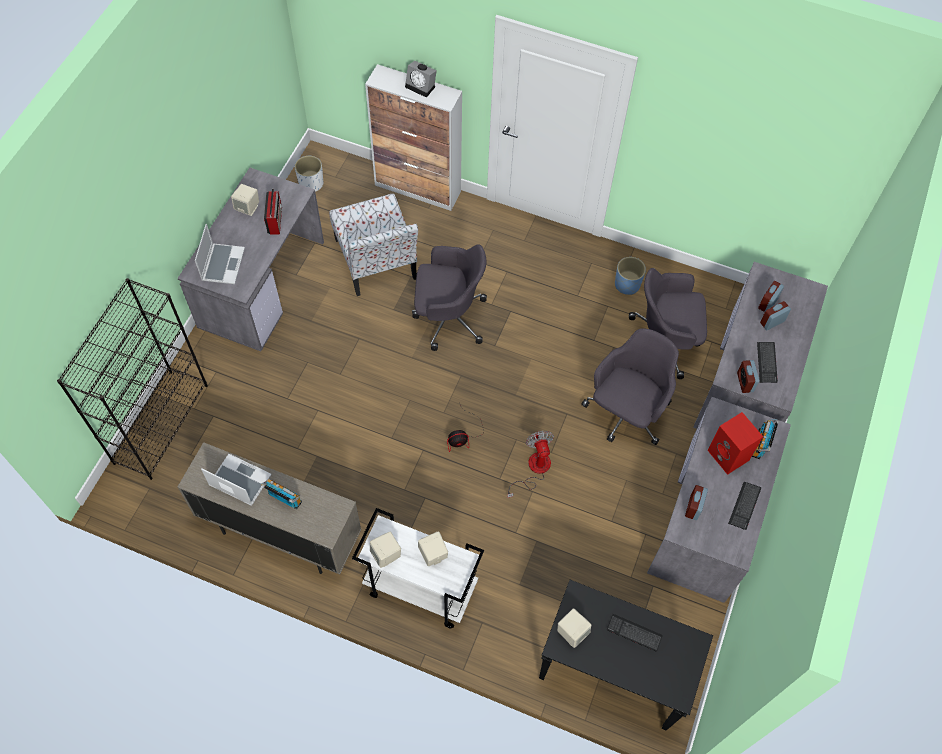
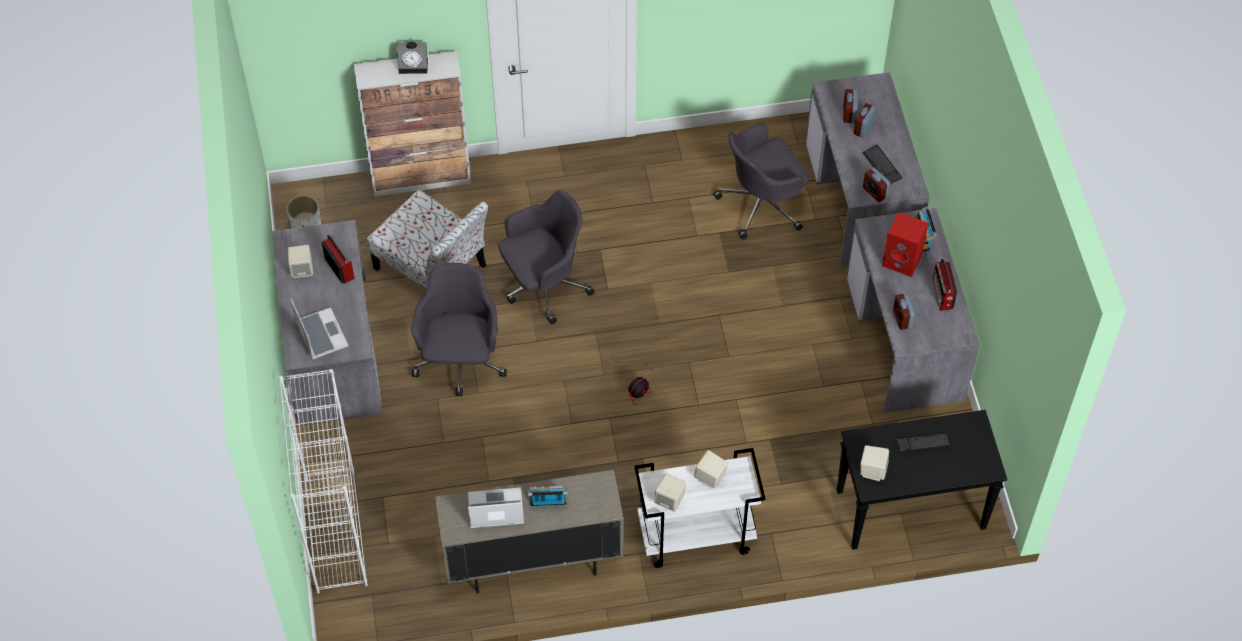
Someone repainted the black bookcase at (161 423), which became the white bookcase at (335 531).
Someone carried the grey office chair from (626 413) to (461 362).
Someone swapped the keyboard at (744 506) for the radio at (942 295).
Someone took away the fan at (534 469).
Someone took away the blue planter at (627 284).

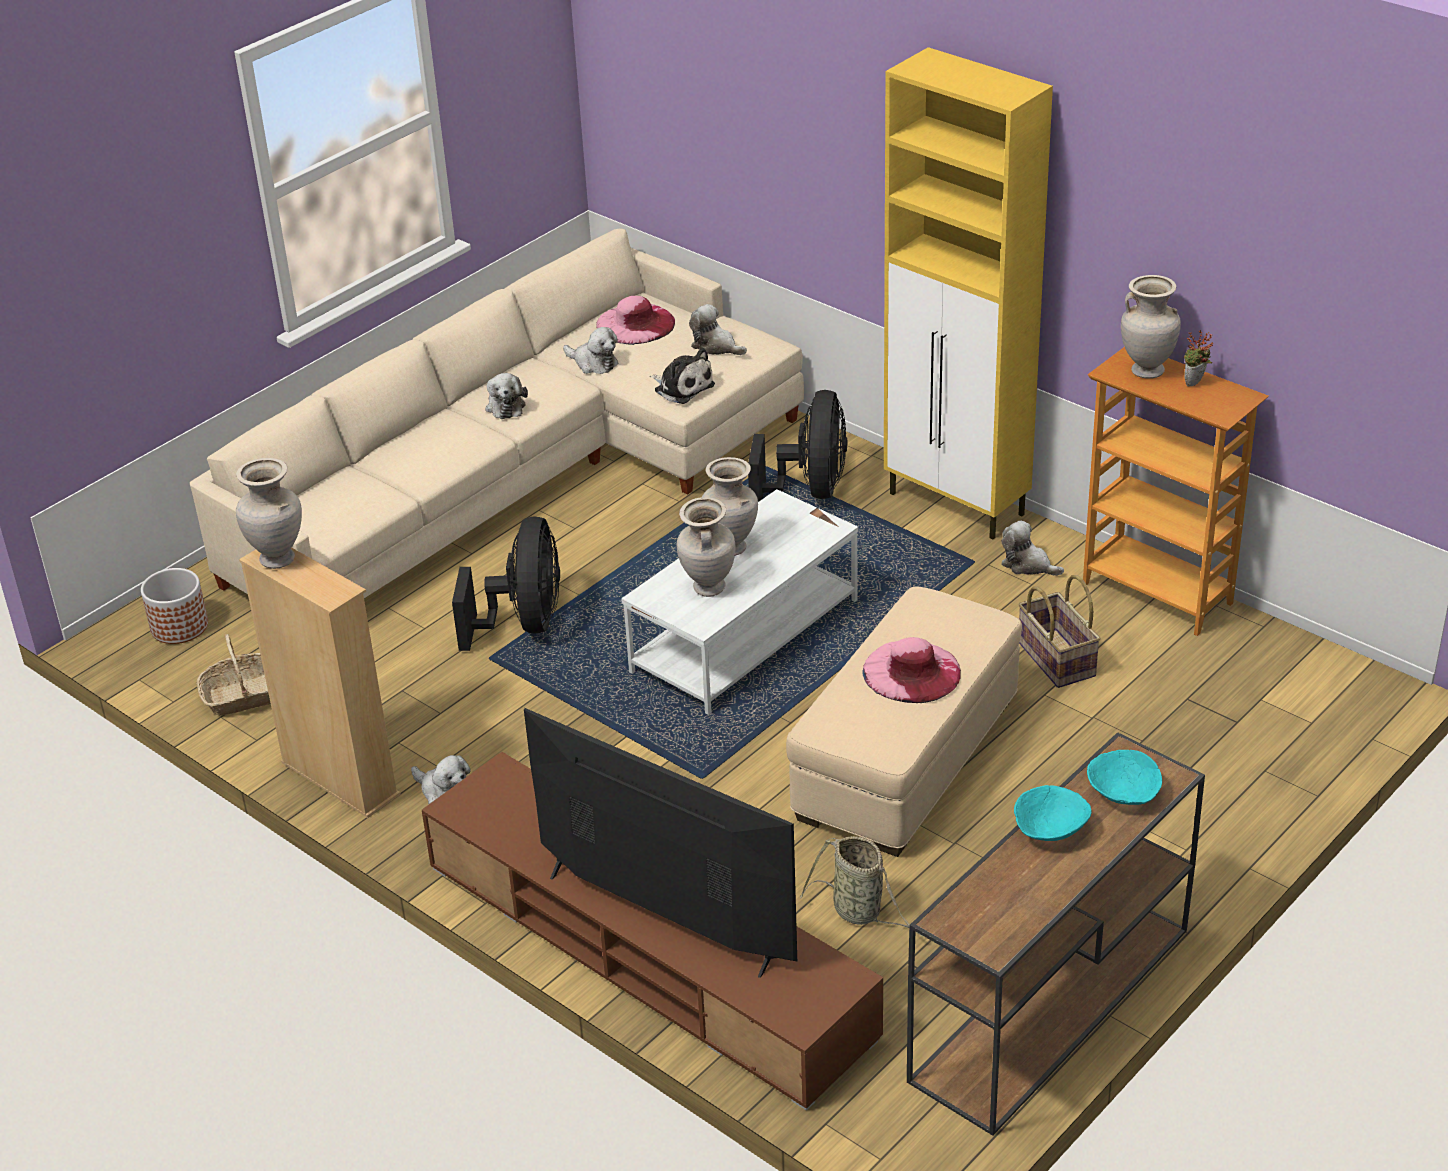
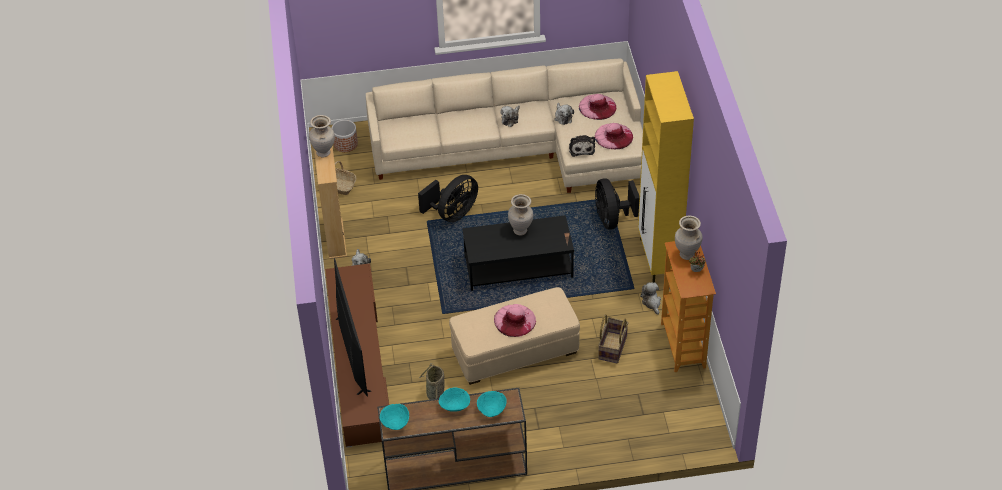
Someone put down the turquoise bowl at (395 422).
Someone repainted the white coffee table at (745 635), which became the black coffee table at (519 267).
Someone swapped the plush toy at (716 346) for the pink hat at (613 136).
Someone rotated the black fan at (810 491) by 120 degrees clockwise.
Someone took away the beige vase at (708 588).

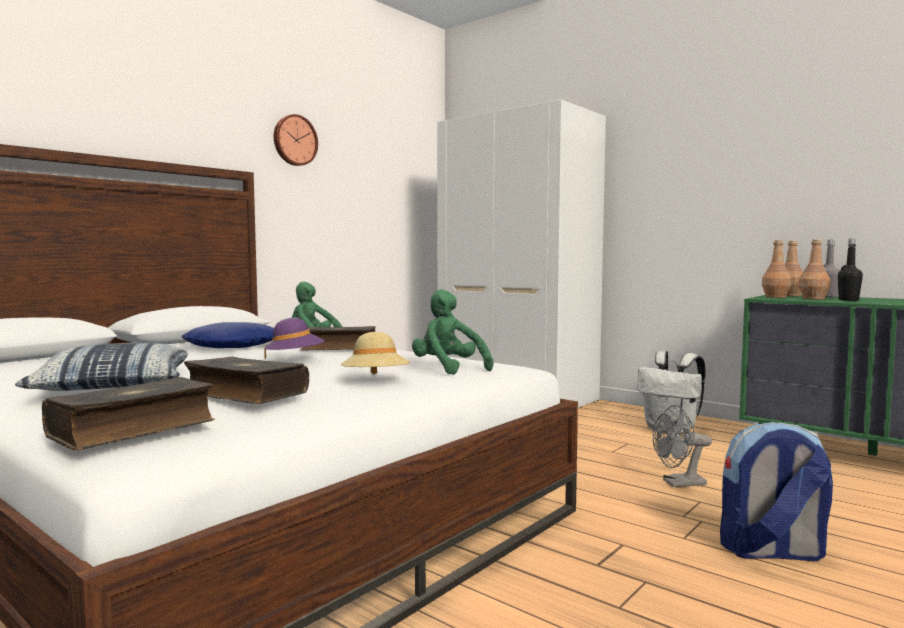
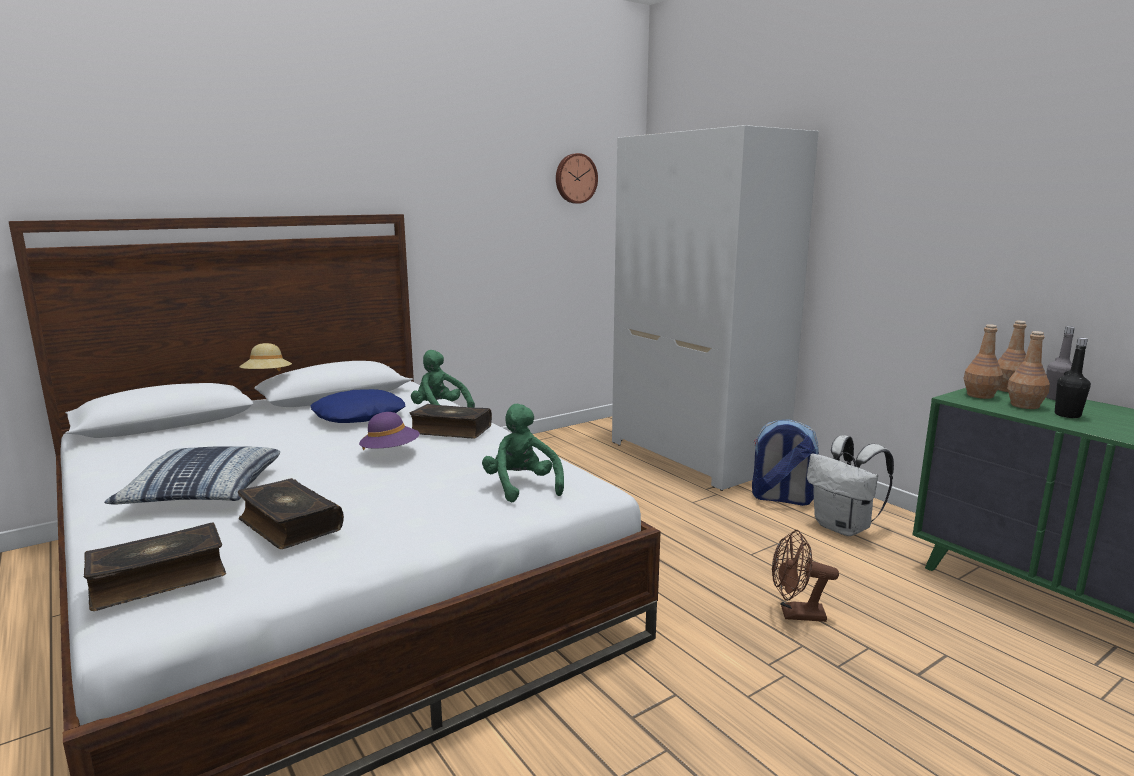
Someone carried the beige hat from (376 381) to (267 377).
Someone carried the wall clock from (294 140) to (575 178).
Someone carried the backpack from (771 552) to (781 498).
Someone repainted the grey fan at (678 483), which became the brown fan at (795 614).

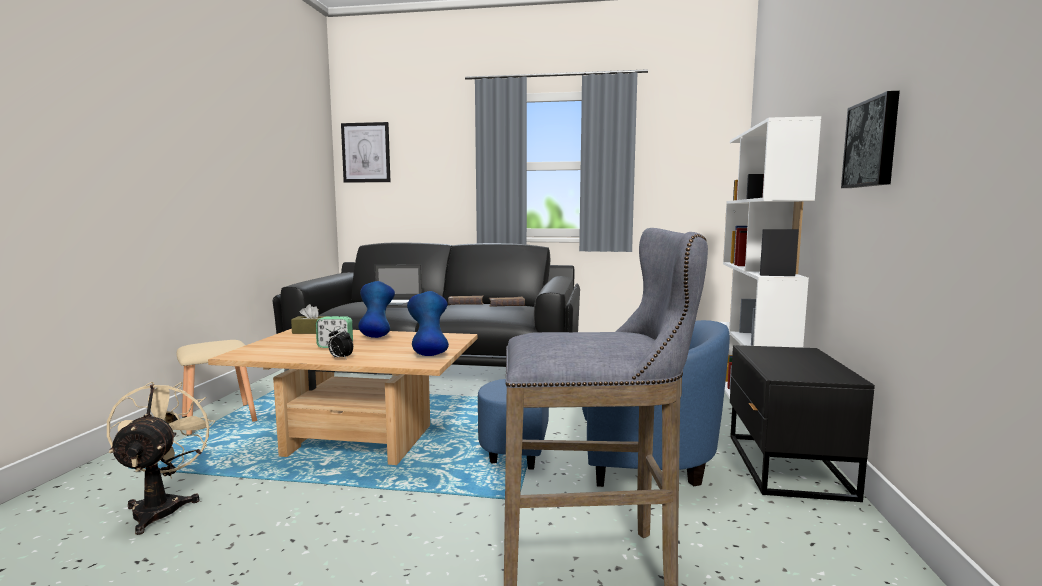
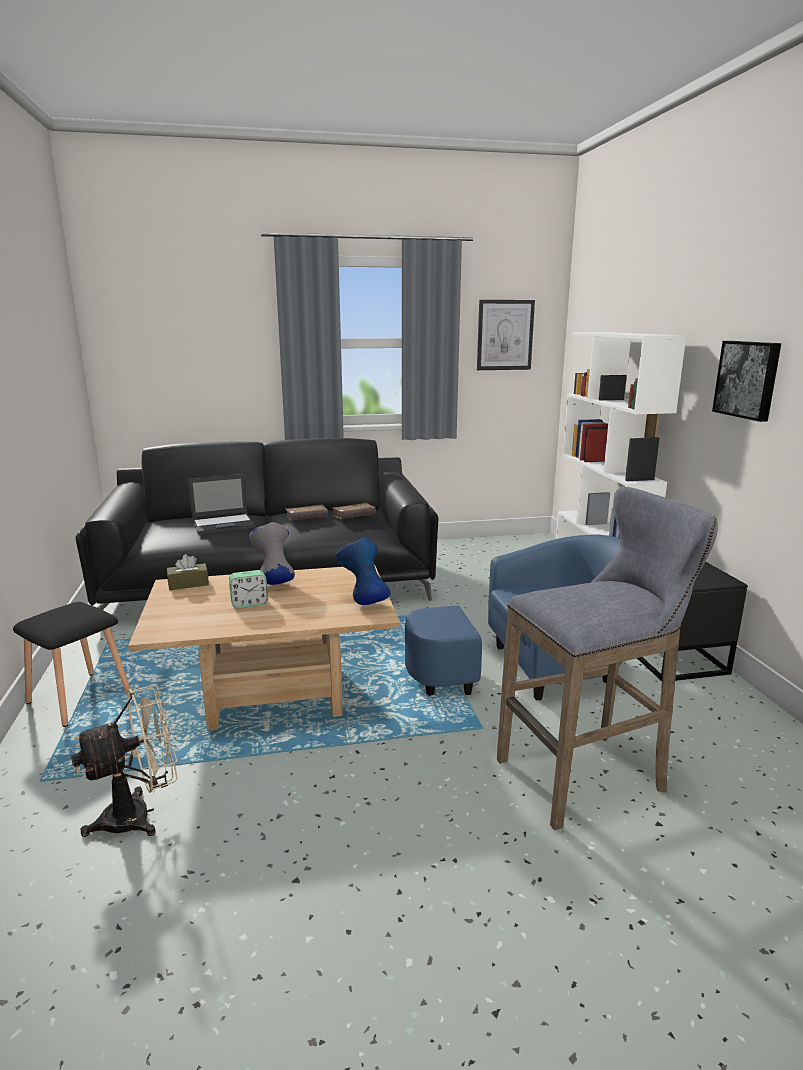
Someone repainted the beige stool at (220 419), which became the black stool at (81 698).
Someone rotated the beige fan at (162 506) by 90 degrees clockwise.
Someone repainted the blue vase at (376 336), which became the grey vase at (274 581).
Someone carried the picture from (366 152) to (505 335).
Someone took away the alarm clock at (340 358).

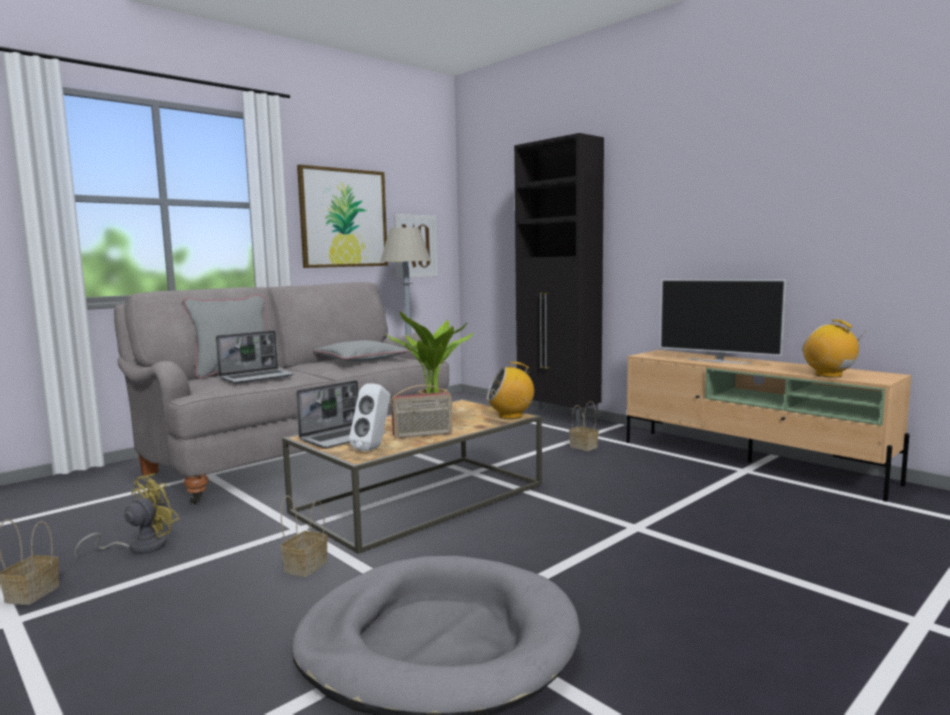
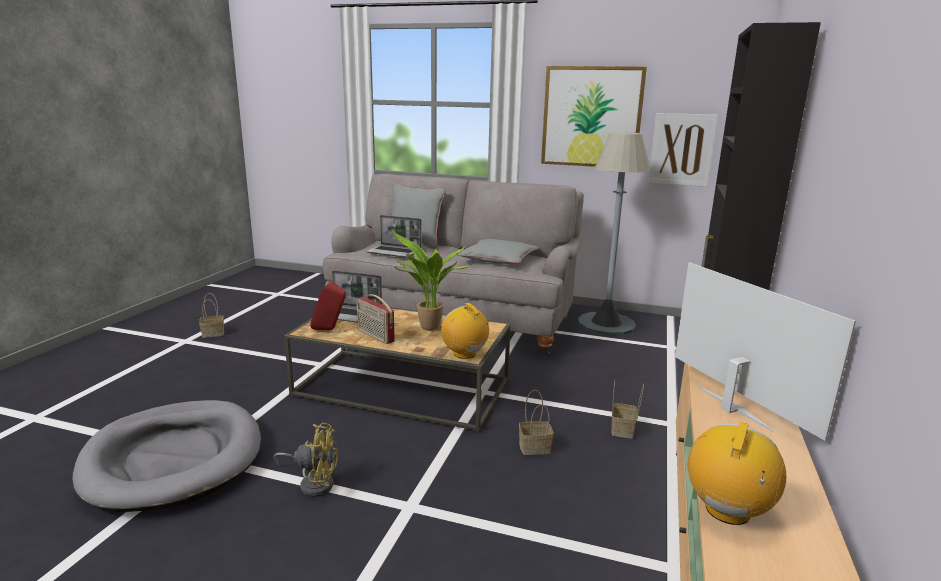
Someone carried the yellow fan from (139 547) to (313 483).
Someone repainted the white speaker at (374 448), which became the red speaker at (329 330).
Someone carried the basket from (306 566) to (535 447).
Someone rotated the television at (718 361) by 150 degrees clockwise.

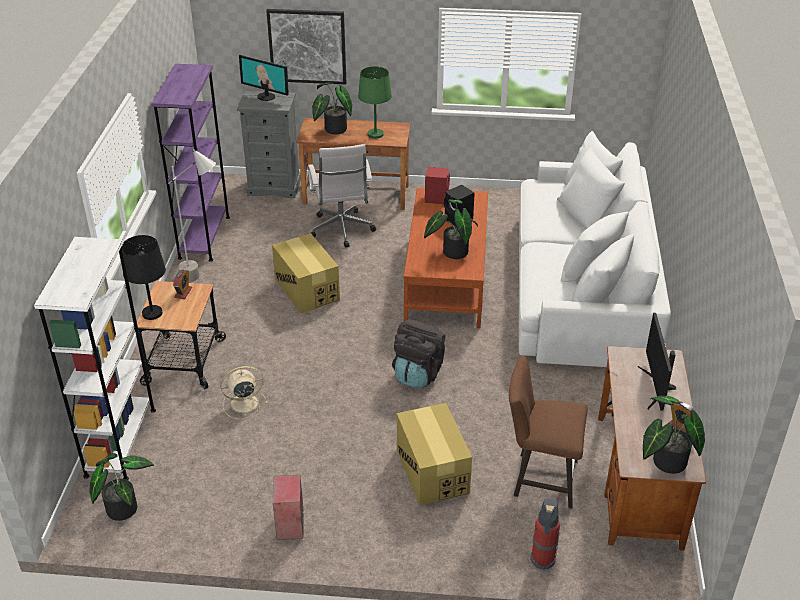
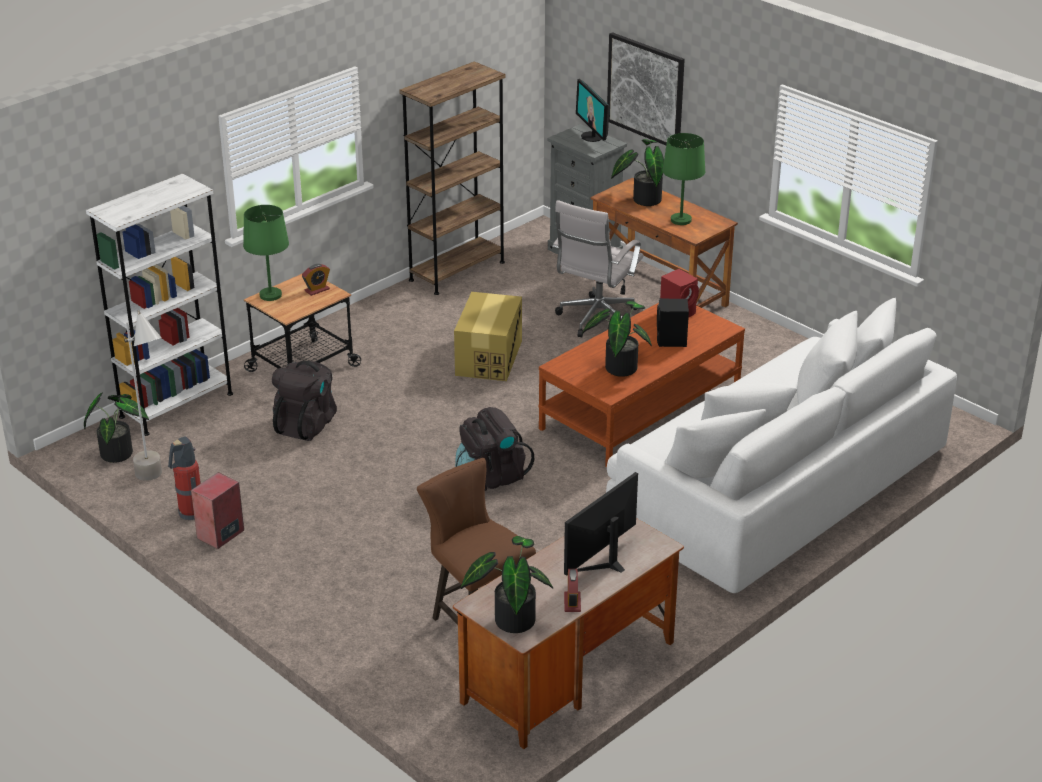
Someone carried the grey floor lamp from (204 279) to (158 483).
Someone carried the fire extinguisher from (542 560) to (190 513).
Someone repainted the black table lamp at (152 313), which became the green table lamp at (271 295).
Someone swapped the beige fan at (243 403) for the black backpack at (306 424).
Someone repainted the purple bookcase at (204 237), which became the brown bookcase at (457 271).
Someone took away the cardboard box at (432 471).

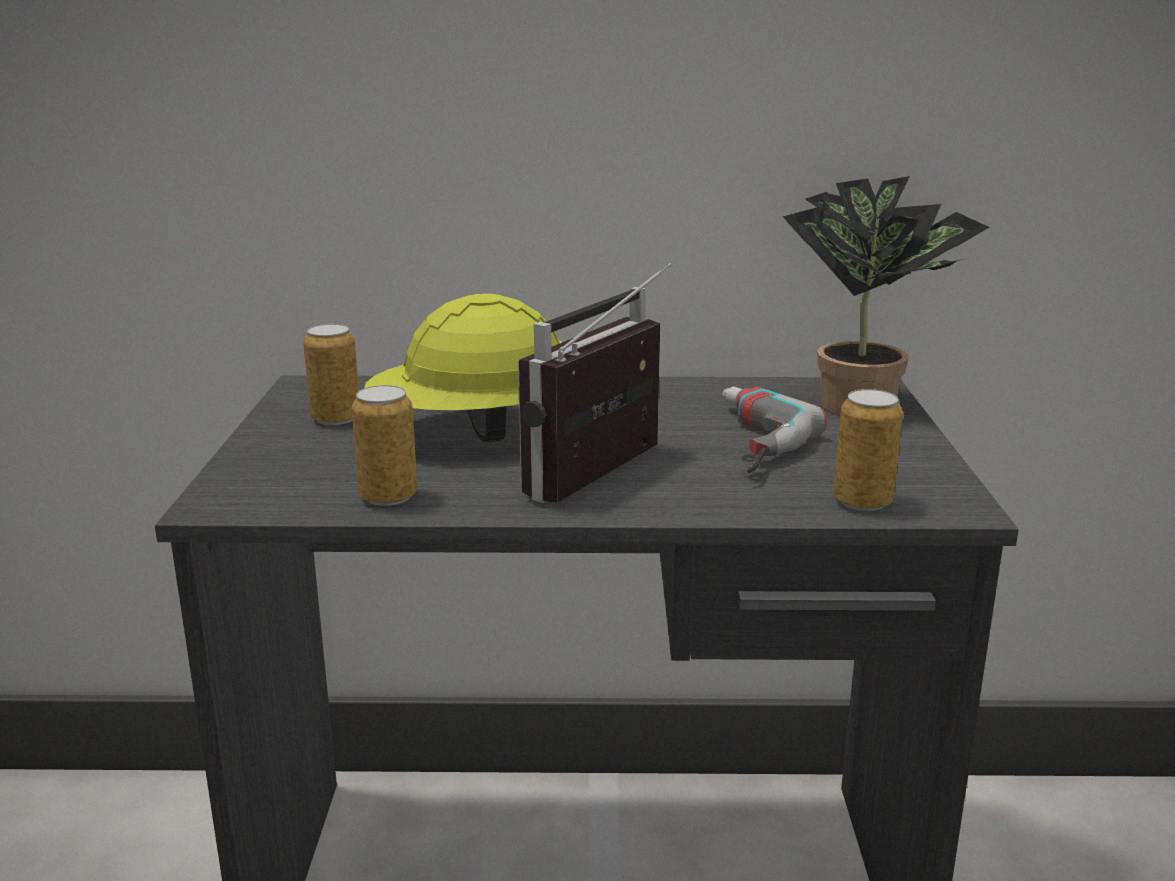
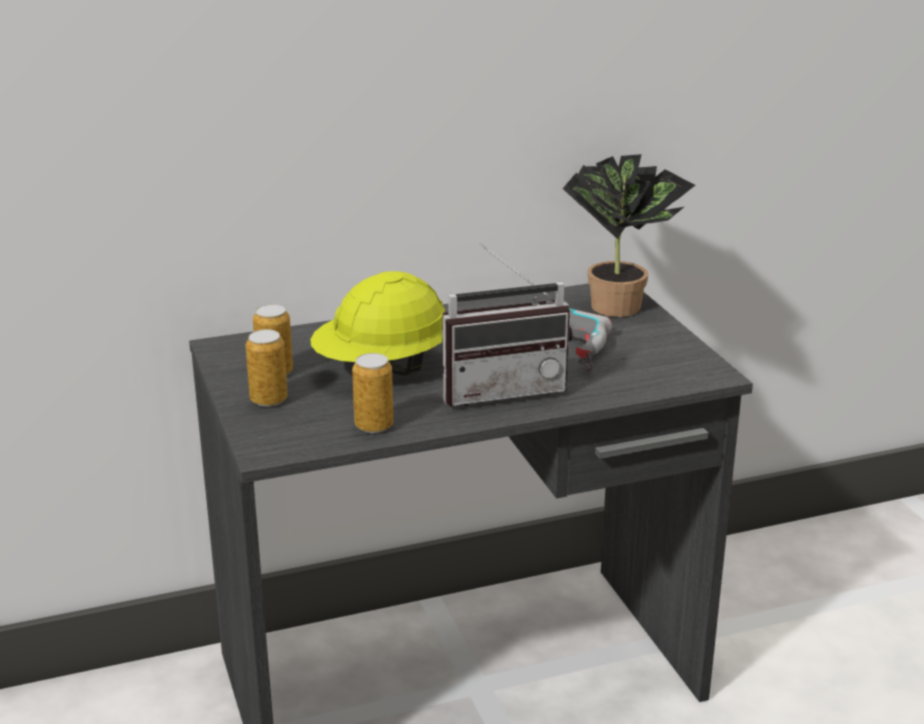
Someone carried the can from (862 502) to (268 400).
Someone rotated the radio at (610 479) by 120 degrees counterclockwise.

